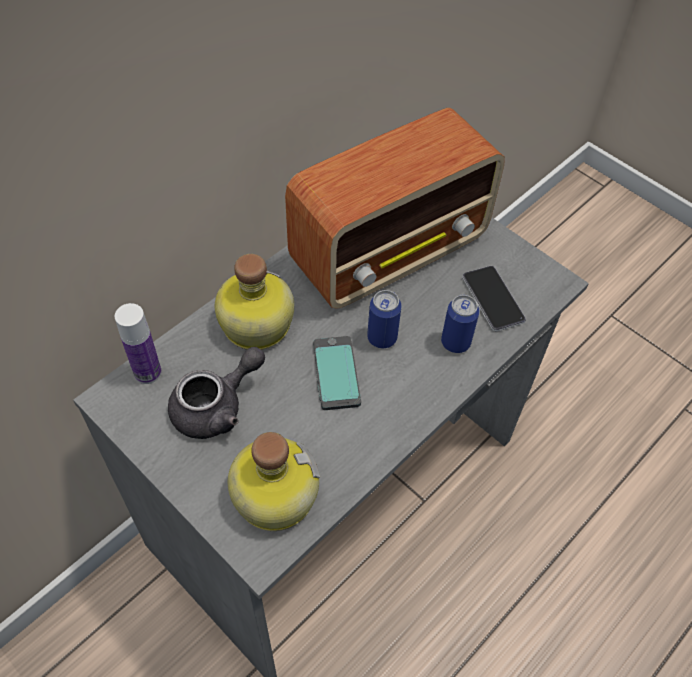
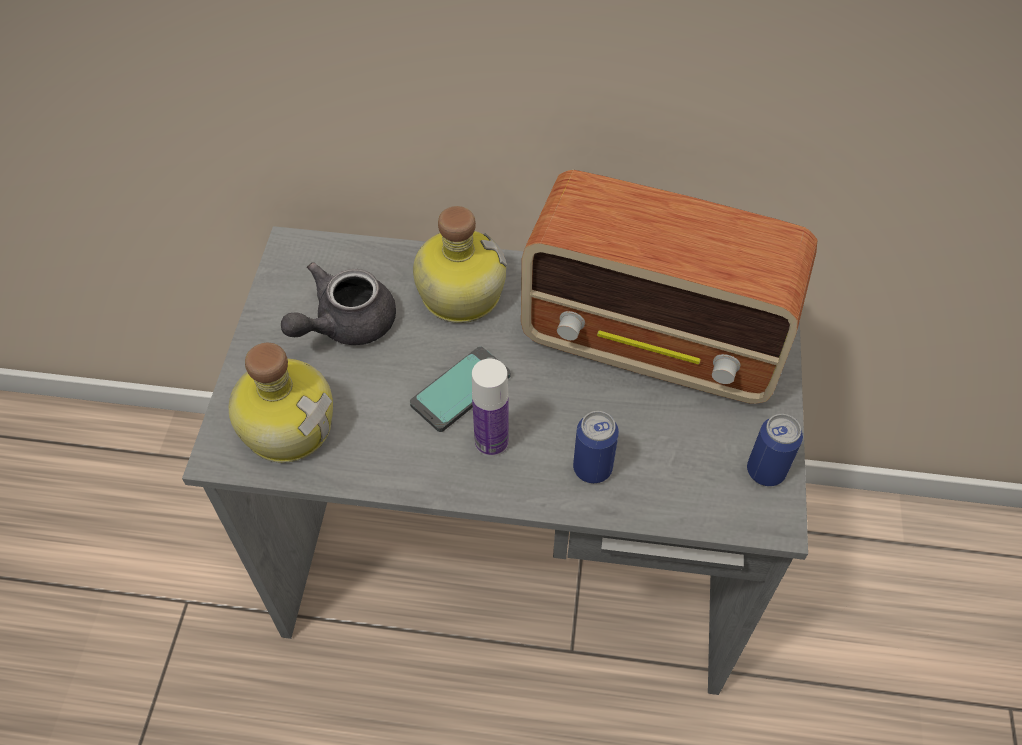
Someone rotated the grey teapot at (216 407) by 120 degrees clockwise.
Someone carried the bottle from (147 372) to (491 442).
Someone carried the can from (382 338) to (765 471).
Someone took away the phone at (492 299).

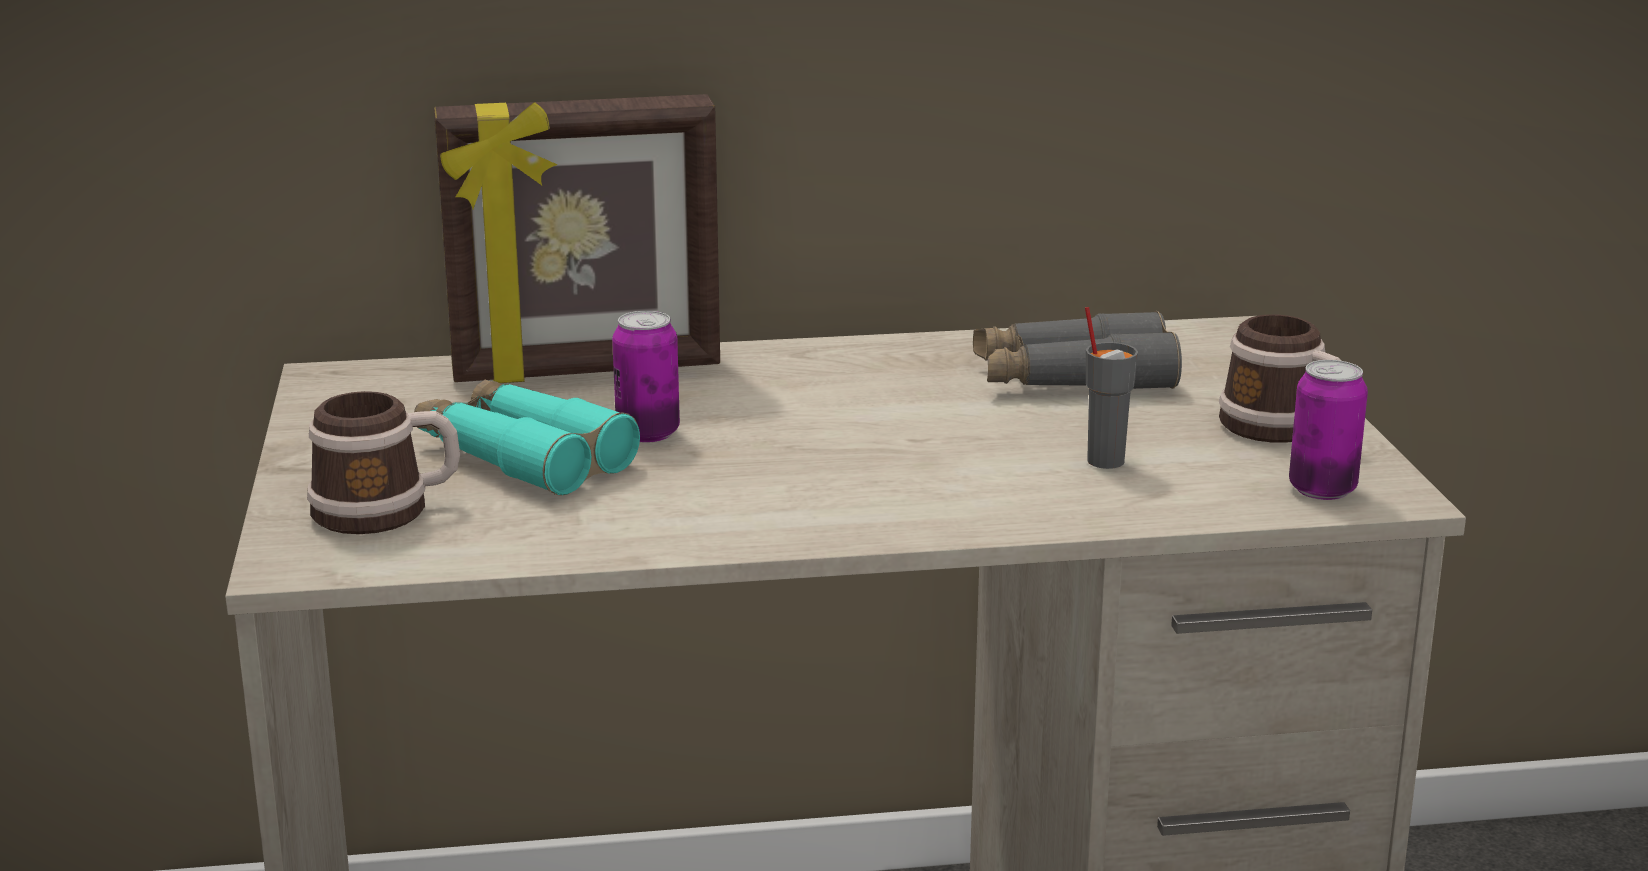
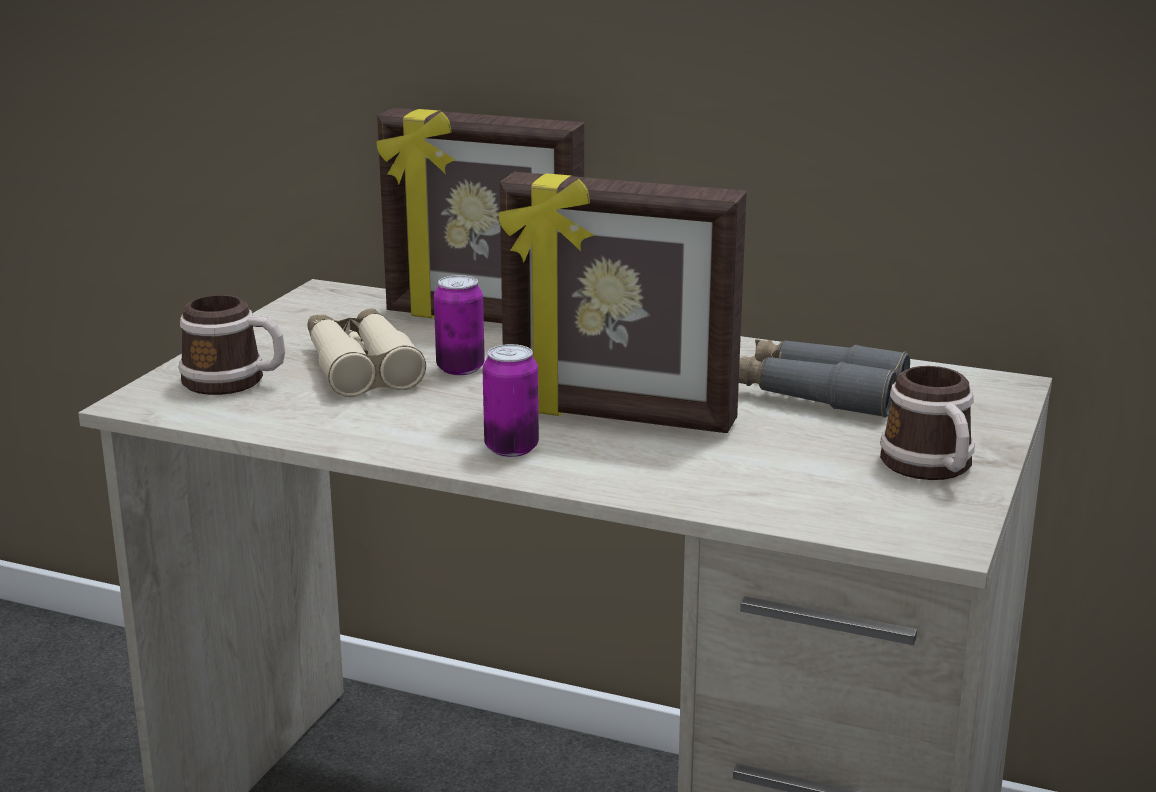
Someone repainted the turquoise binoculars at (523 457), which became the beige binoculars at (361 367).
Someone carried the can from (1322 489) to (511 448).
Someone put down the picture frame at (618 417).
Someone took away the grey cup at (1105 460).

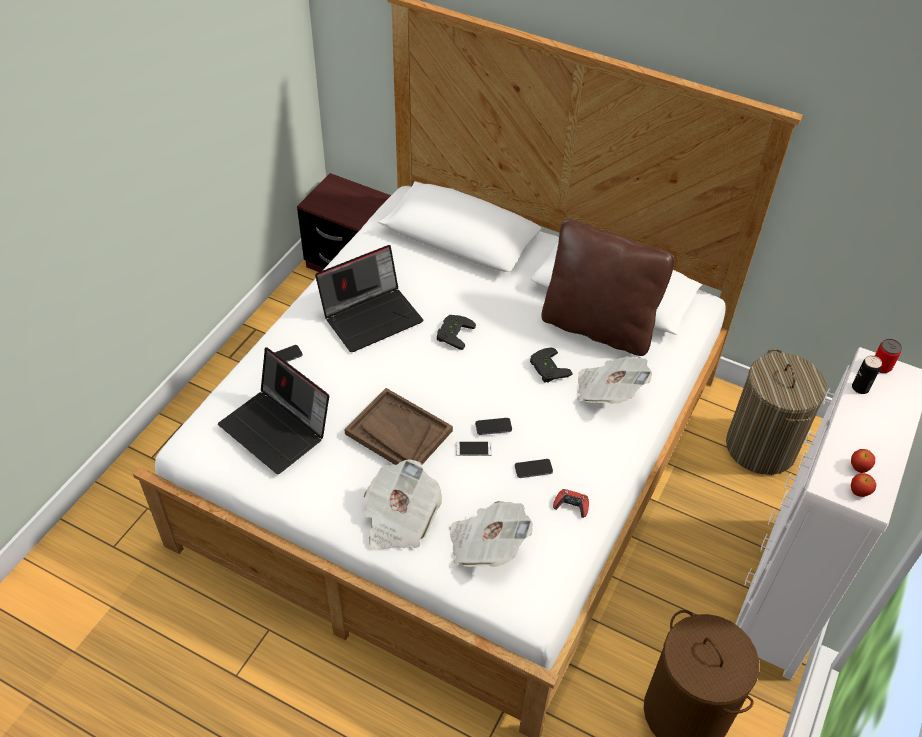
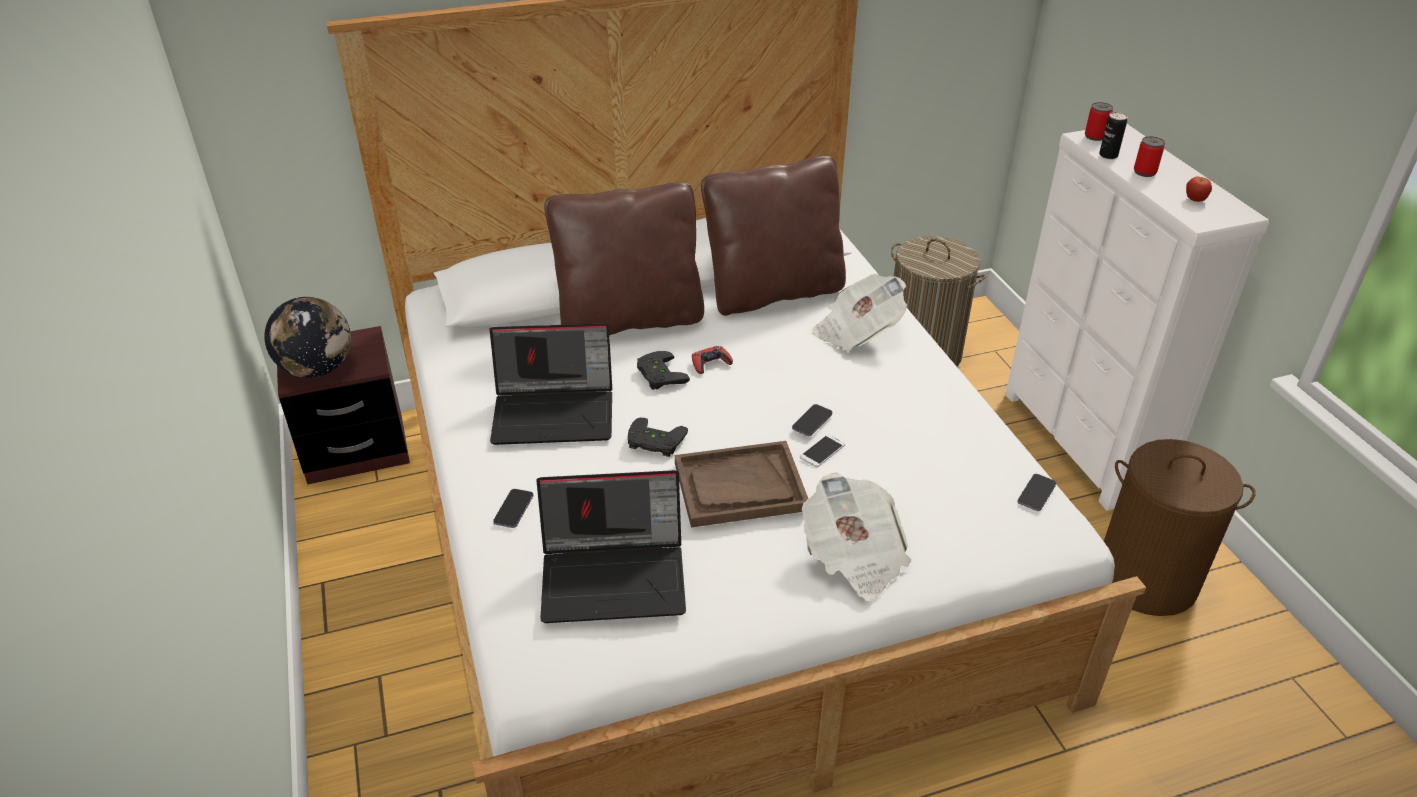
Someone put down the globe at (317 369).
Someone rotated the laptop at (372 316) by 75 degrees clockwise.
Someone put down the brown pillow at (630 319).
Someone carried the black game controller from (547 368) to (654 442).
Someone carried the red game controller from (571 505) to (710 363).
Someone carried the phone from (533 469) to (1036 494).
Someone put down the can at (1144 172).
Someone took away the newspaper at (486 545).
Someone took away the apple at (859 491).

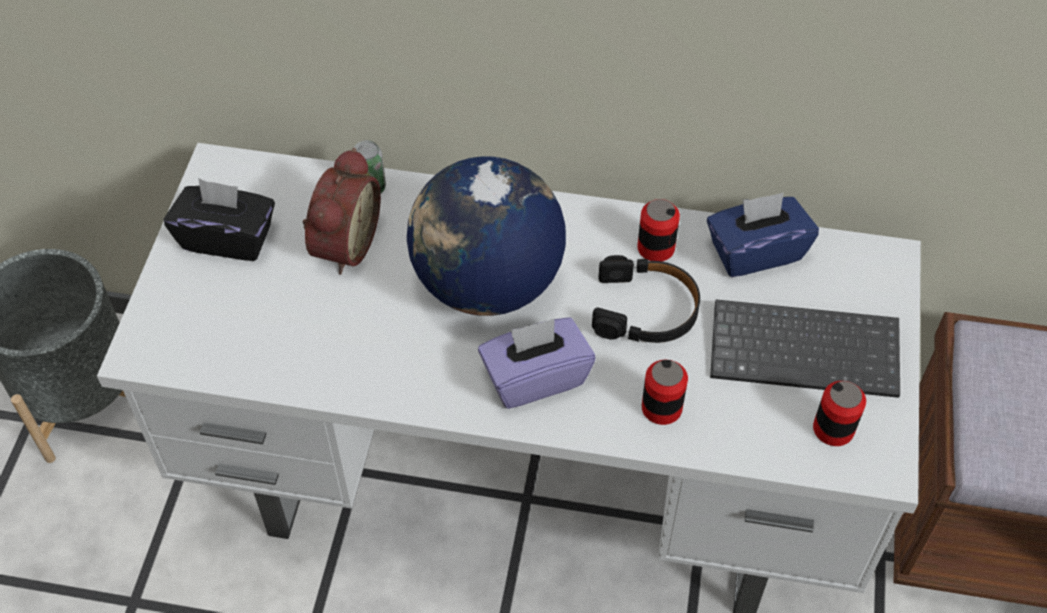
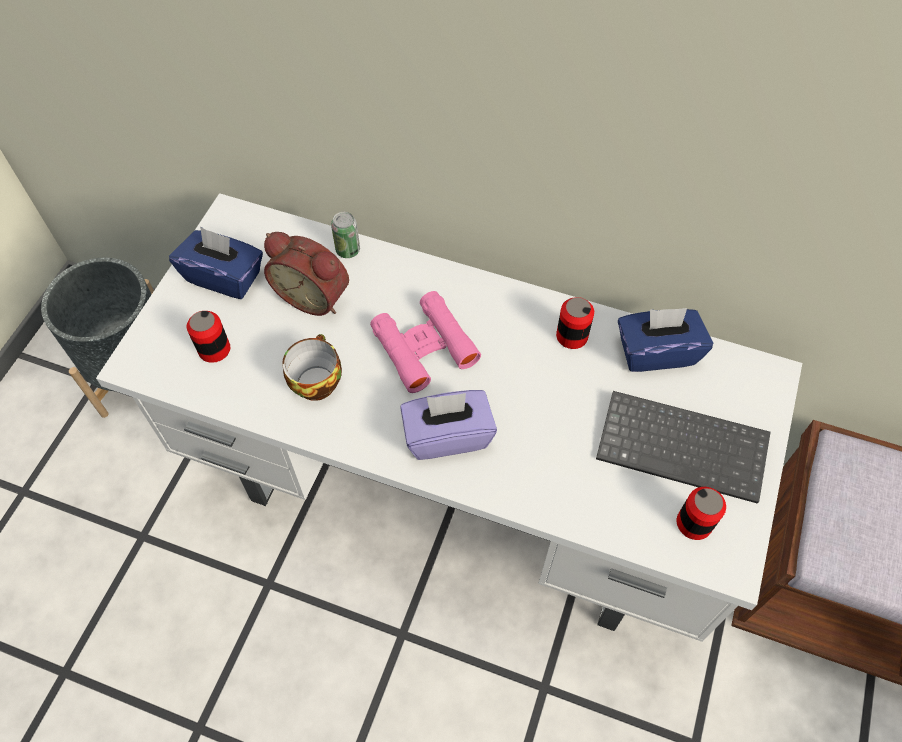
Someone repainted the black tissue box at (227 238), which became the blue tissue box at (224 277).
Someone carried the can from (661 408) to (214 349).
Someone rotated the alarm clock at (342 244) by 90 degrees clockwise.
Someone put down the cup at (315 381).
Someone swapped the globe at (487 284) for the pink binoculars at (424 347).
Someone took away the black headphones at (645 310).

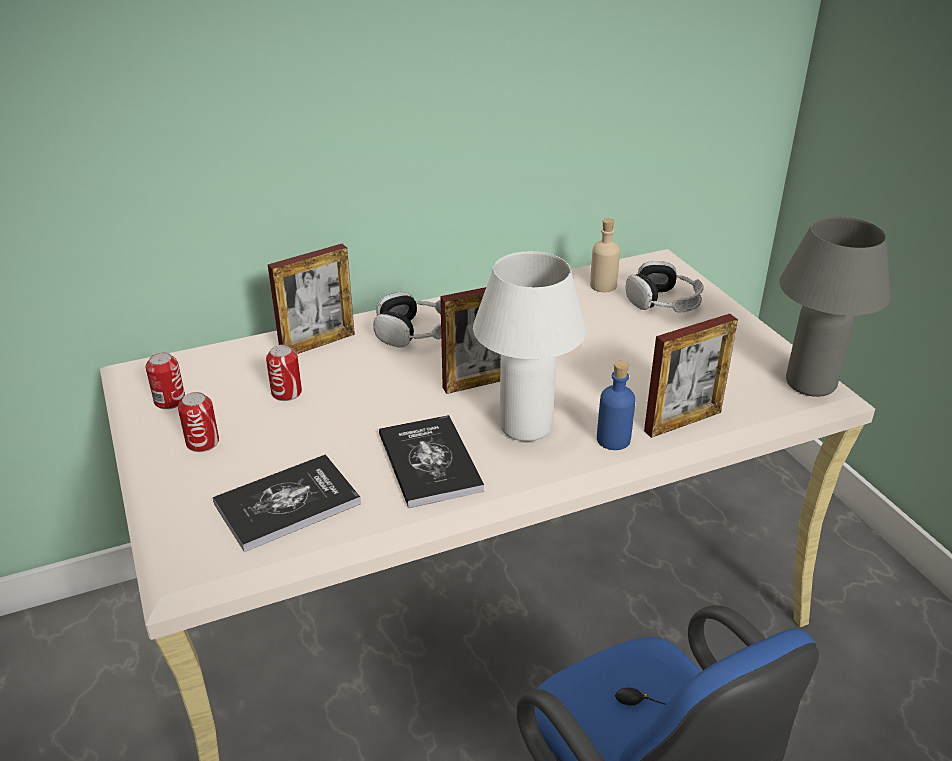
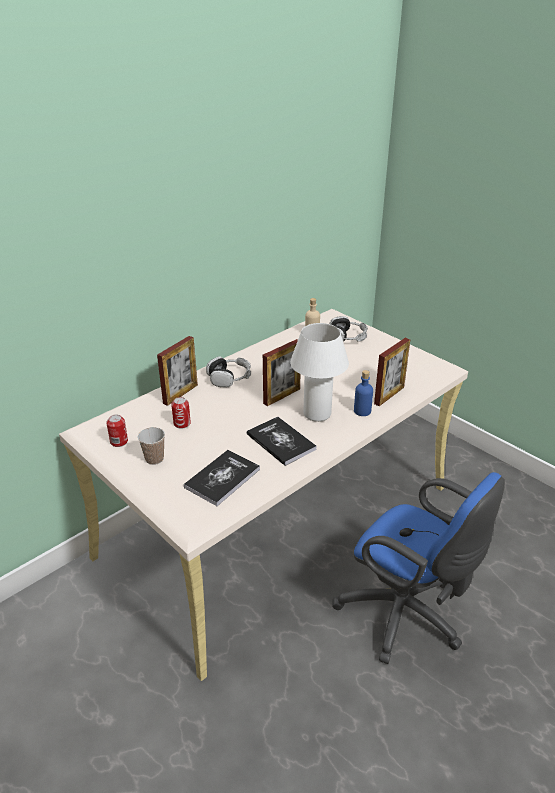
Someone swapped the can at (202 442) for the cup at (154 459).
Someone took away the grey table lamp at (810 384).

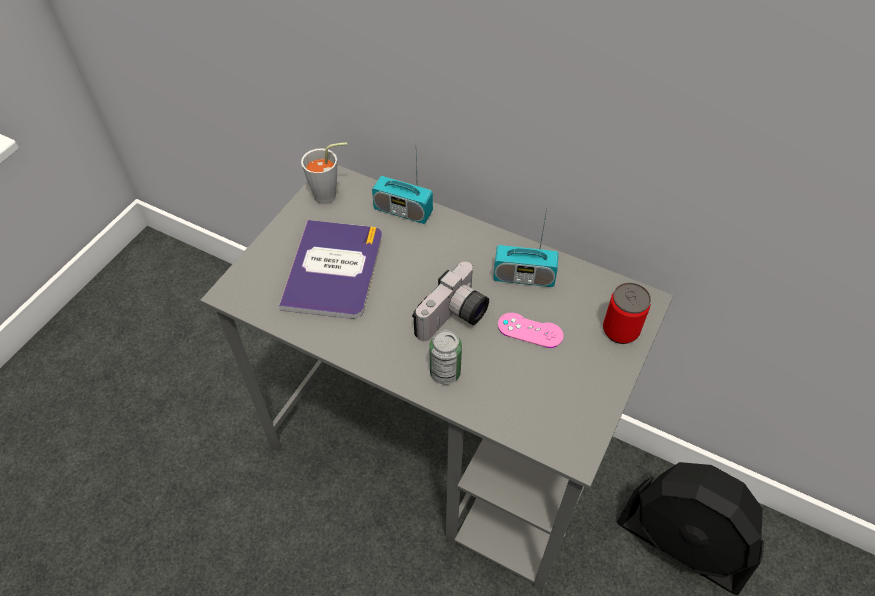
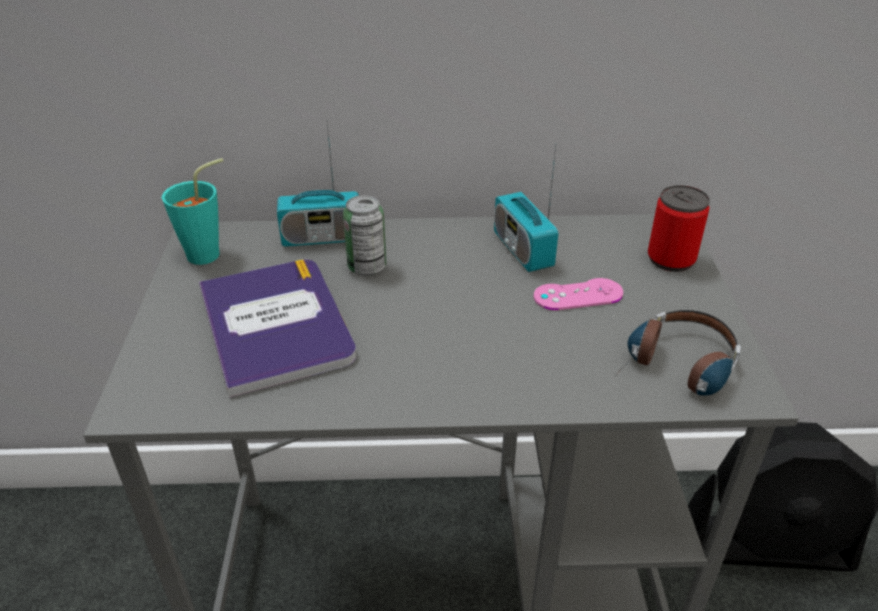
Someone repainted the grey cup at (330 195), which became the turquoise cup at (210 253).
Someone carried the can from (445 373) to (367 267).
Someone rotated the radio at (524 277) by 90 degrees clockwise.
Someone put down the headphones at (675 371).
Someone took away the photo camera at (454 318).

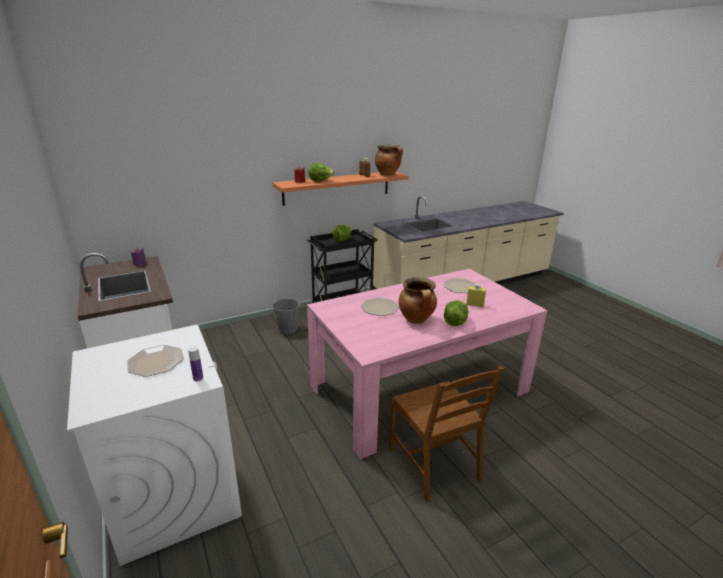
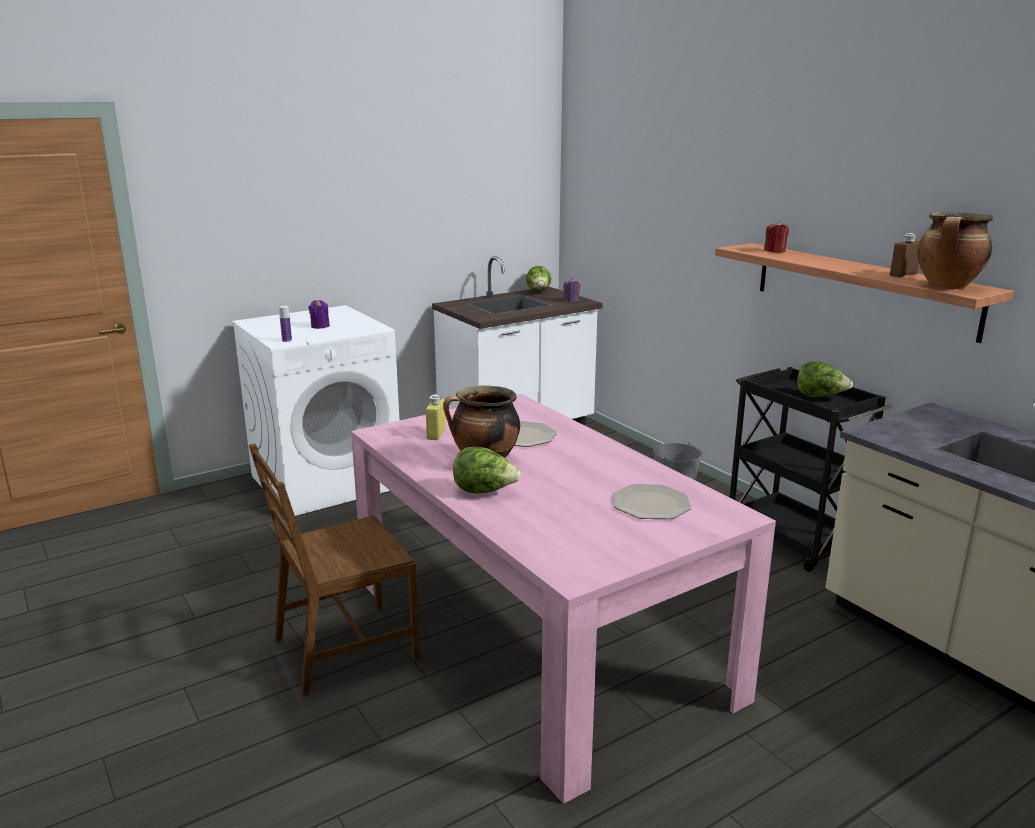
Someone swapped the plate at (155 362) for the purple candle at (320 326).
Someone carried the yellow bottle from (474 305) to (436 434).
Someone carried the lettuce from (320 181) to (539 292).

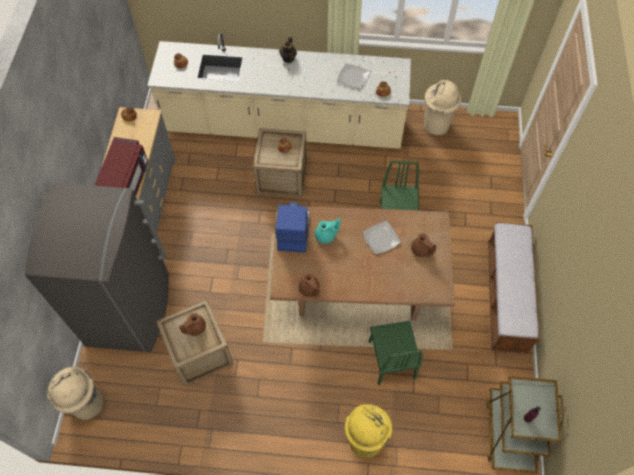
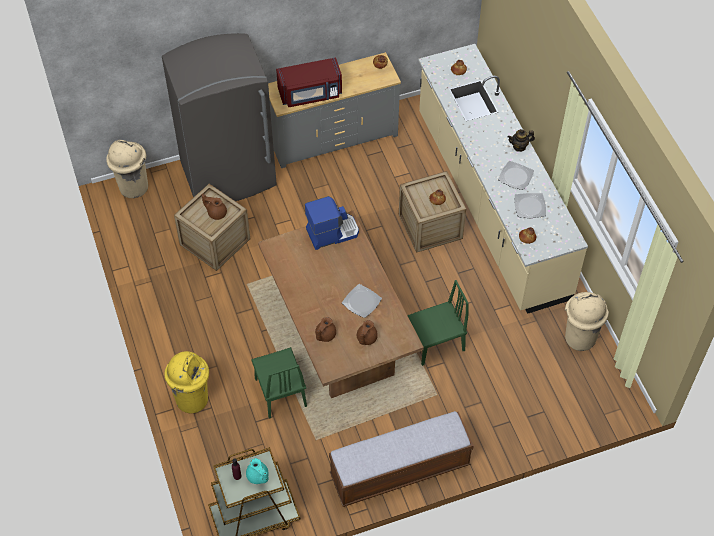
Someone carried the turquoise teapot from (326 236) to (258 476).
Someone rotated the green chair at (391 359) by 75 degrees counterclockwise.
Someone carried the brown teapot from (309 290) to (324 335).
Someone put down the plate at (515 177).

